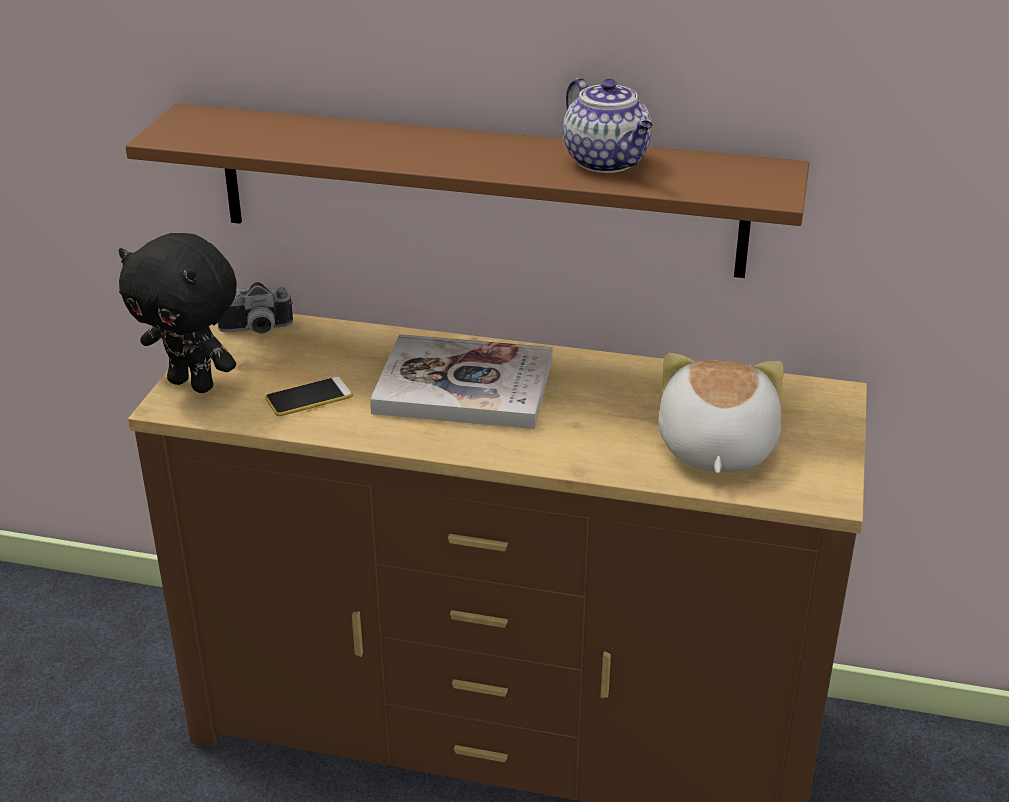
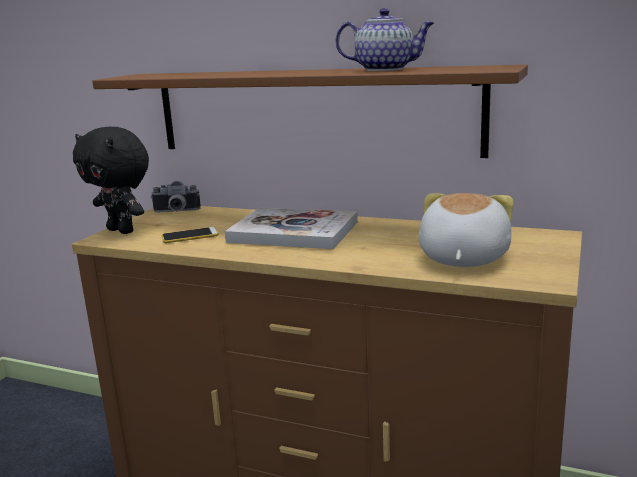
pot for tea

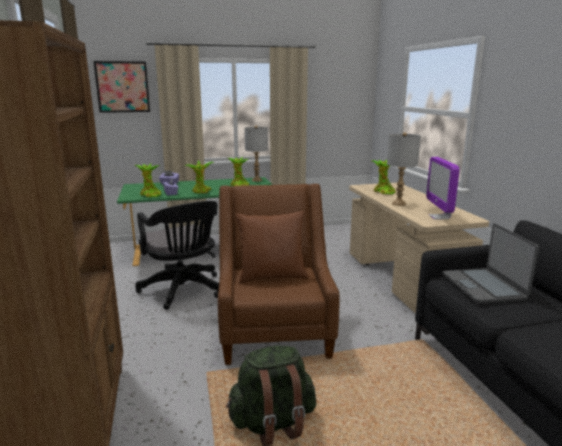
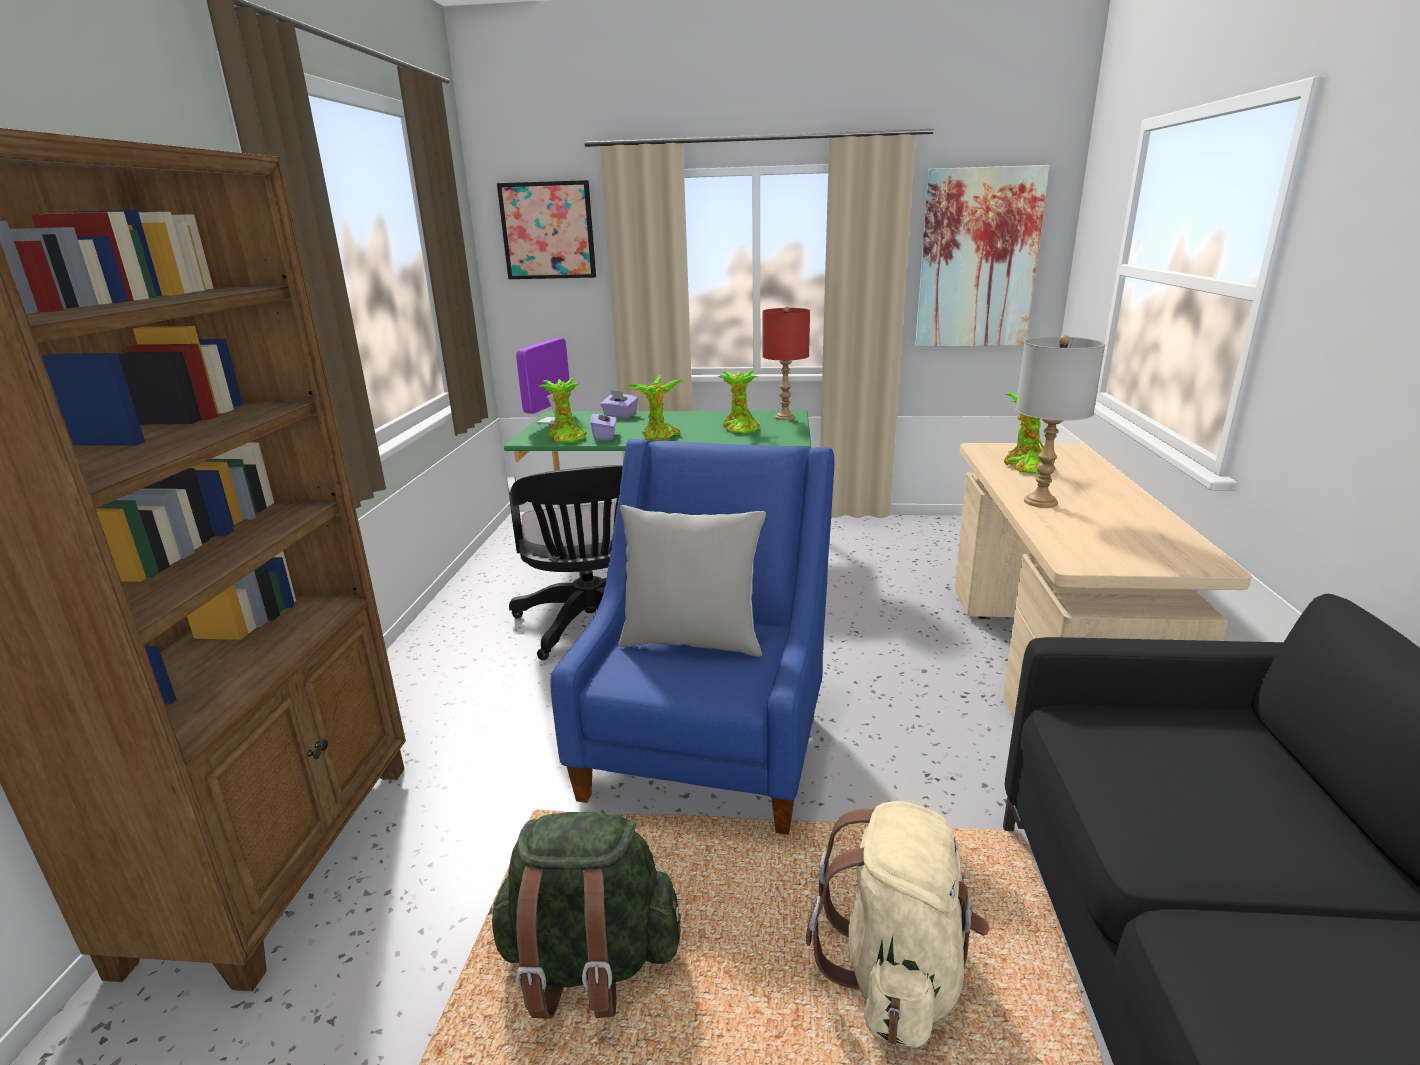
lamp for a table in red-coloured
monitor
armchair in blue-coloured
throw pillow in gray
laptop
wall art (no. 2 from left)
rucksack in beige-coloured

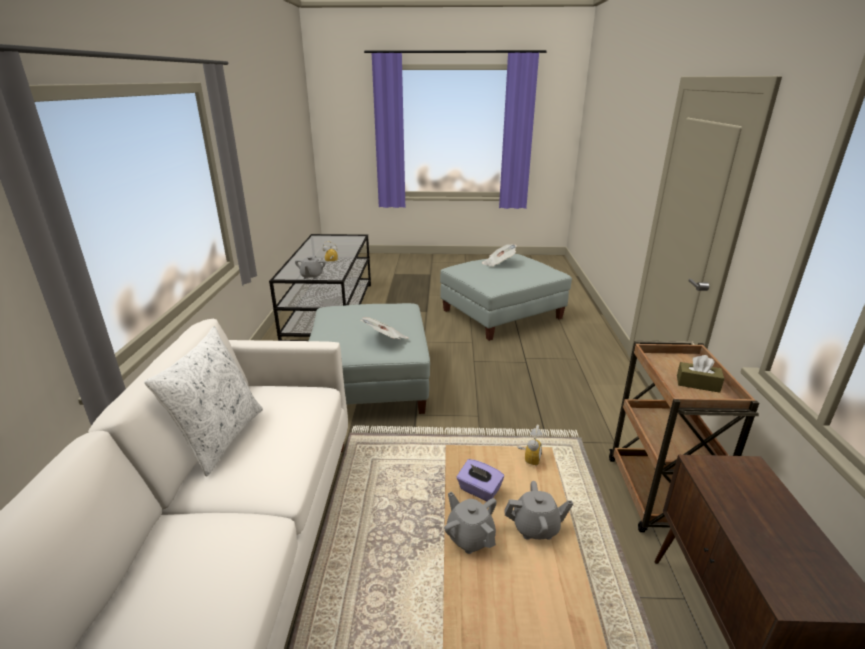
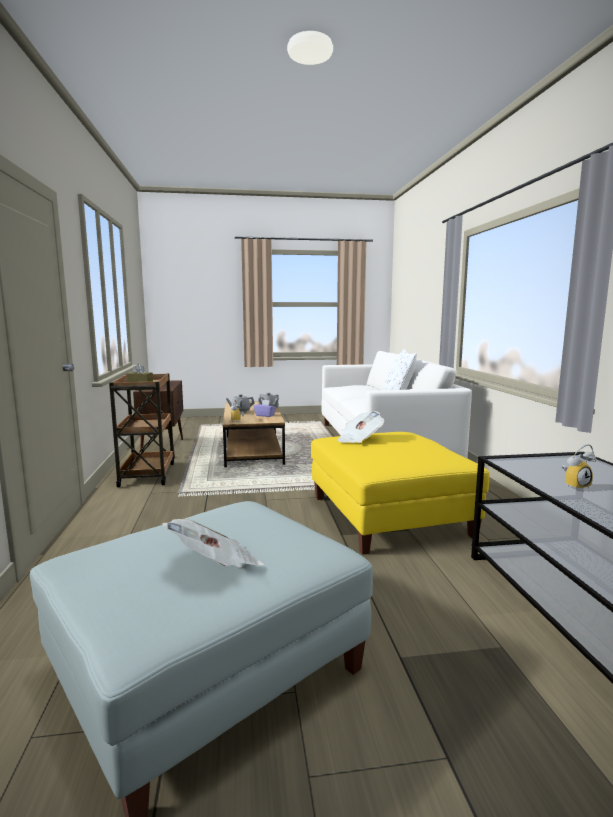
pot for tea in gray (no. 1 from left in the first image)
pouffe in yellow

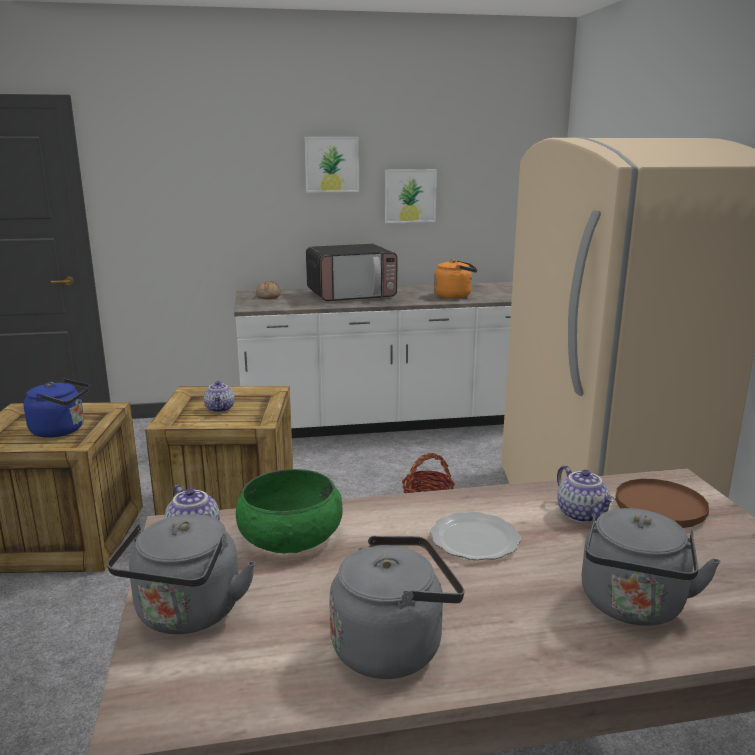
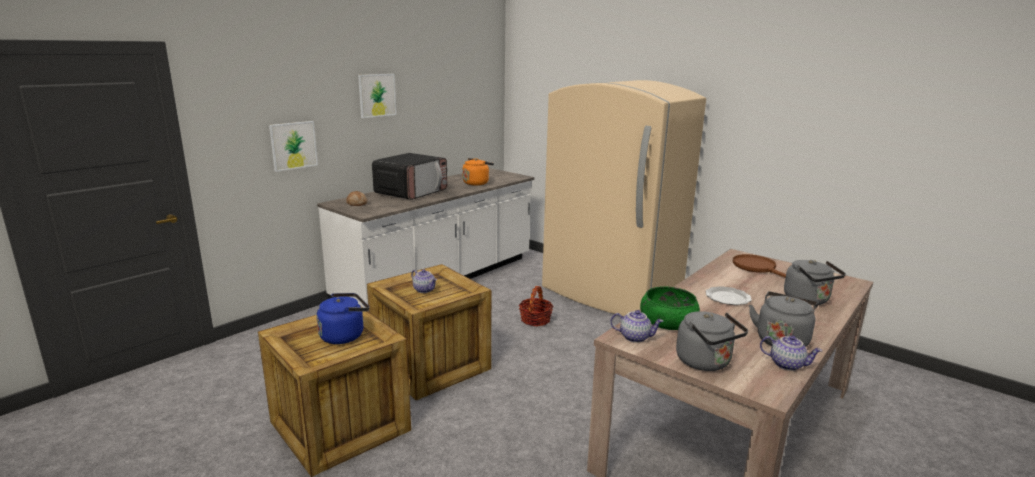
wall art (no. 1 from left)
pot for tea (no. 3 from left)

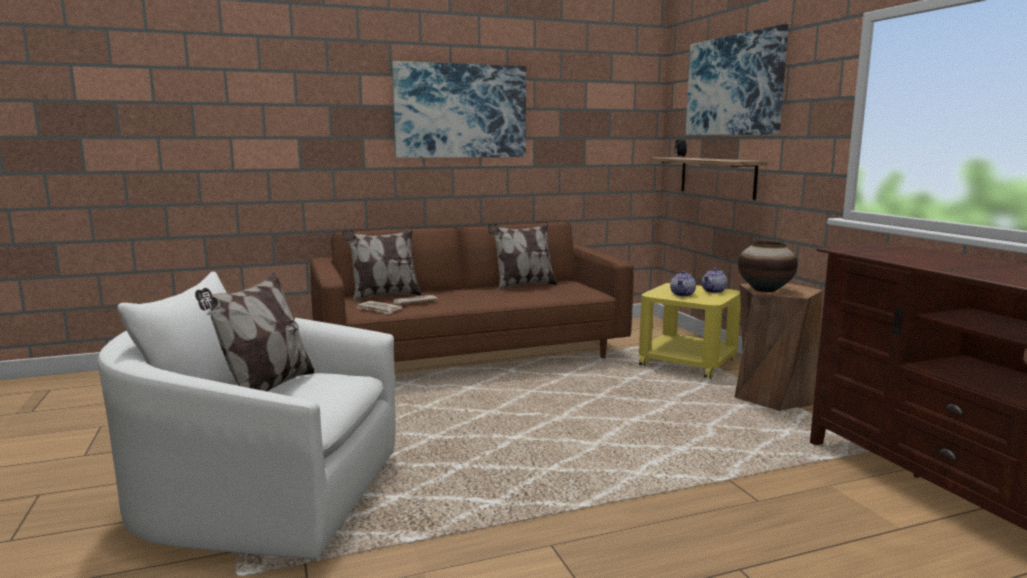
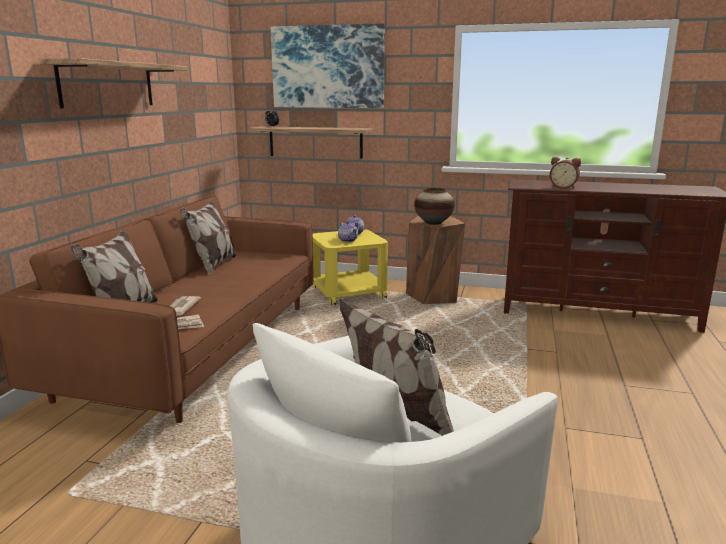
shelf (no. 1 from left)
bedside clock (no. 2 from left)

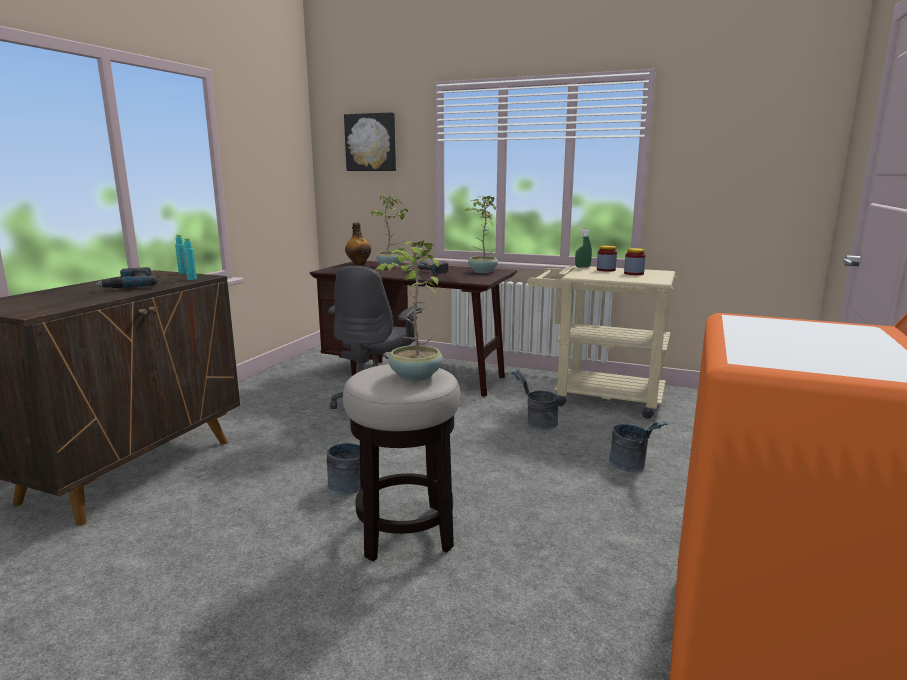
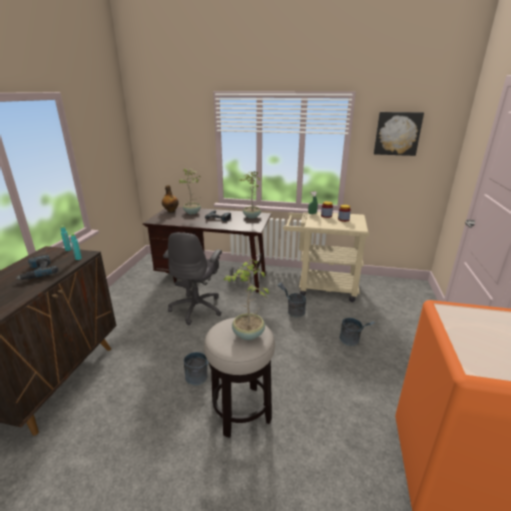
wall art

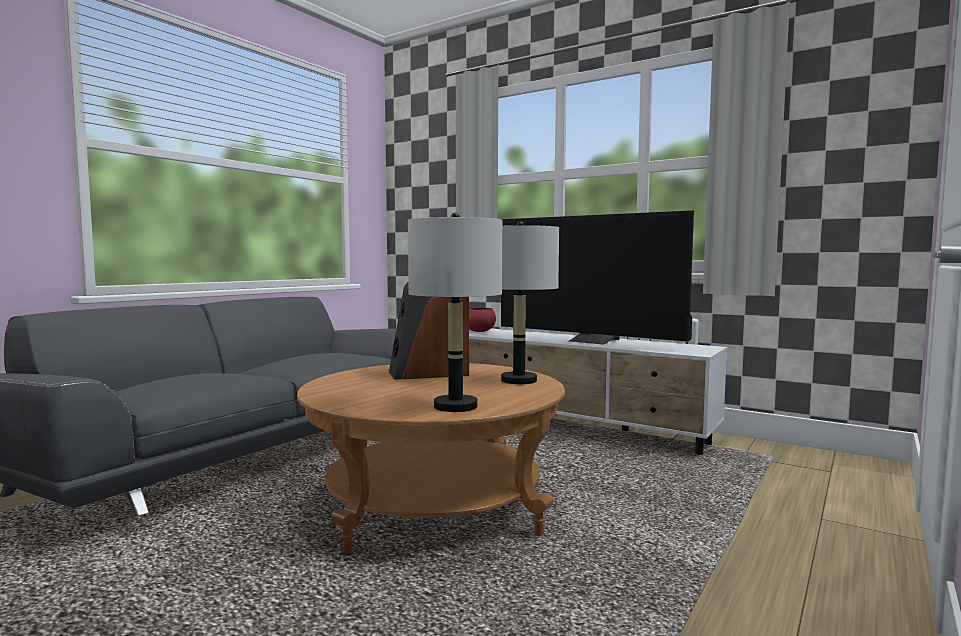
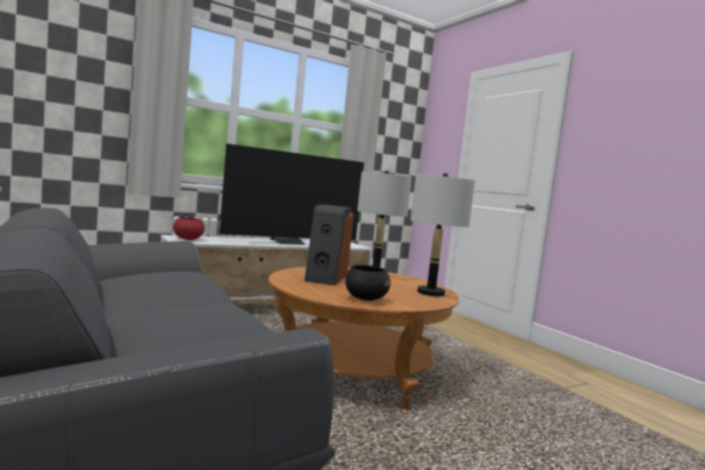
deep dish in black-coloured

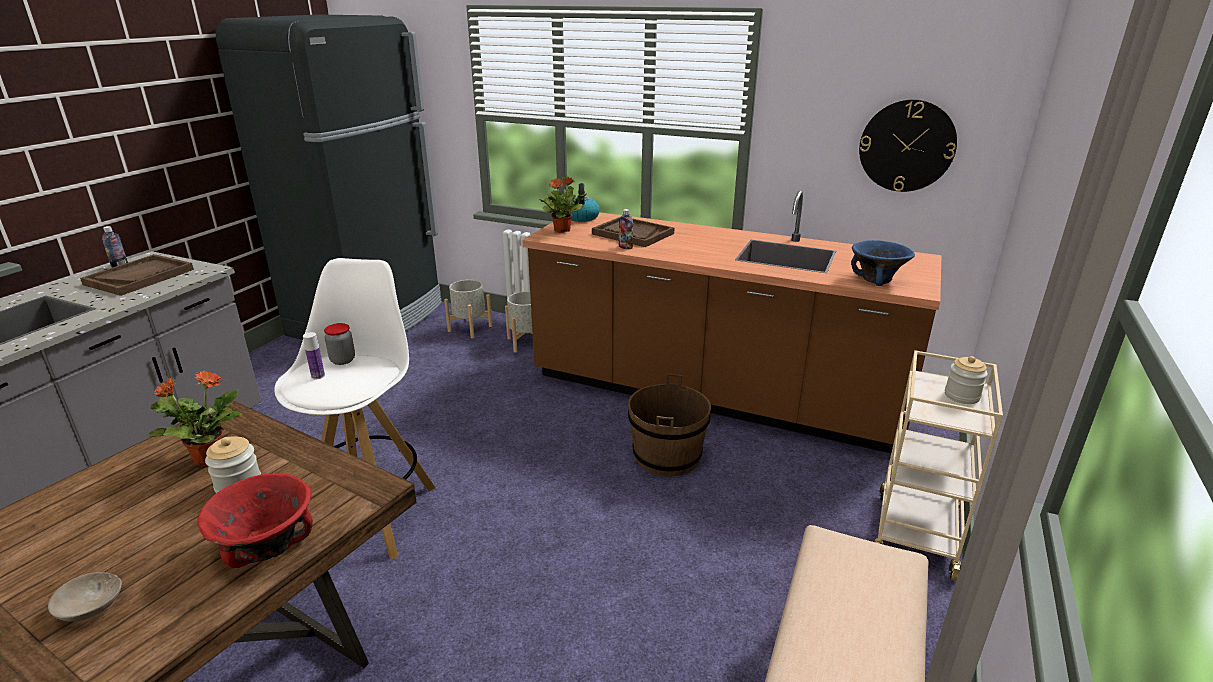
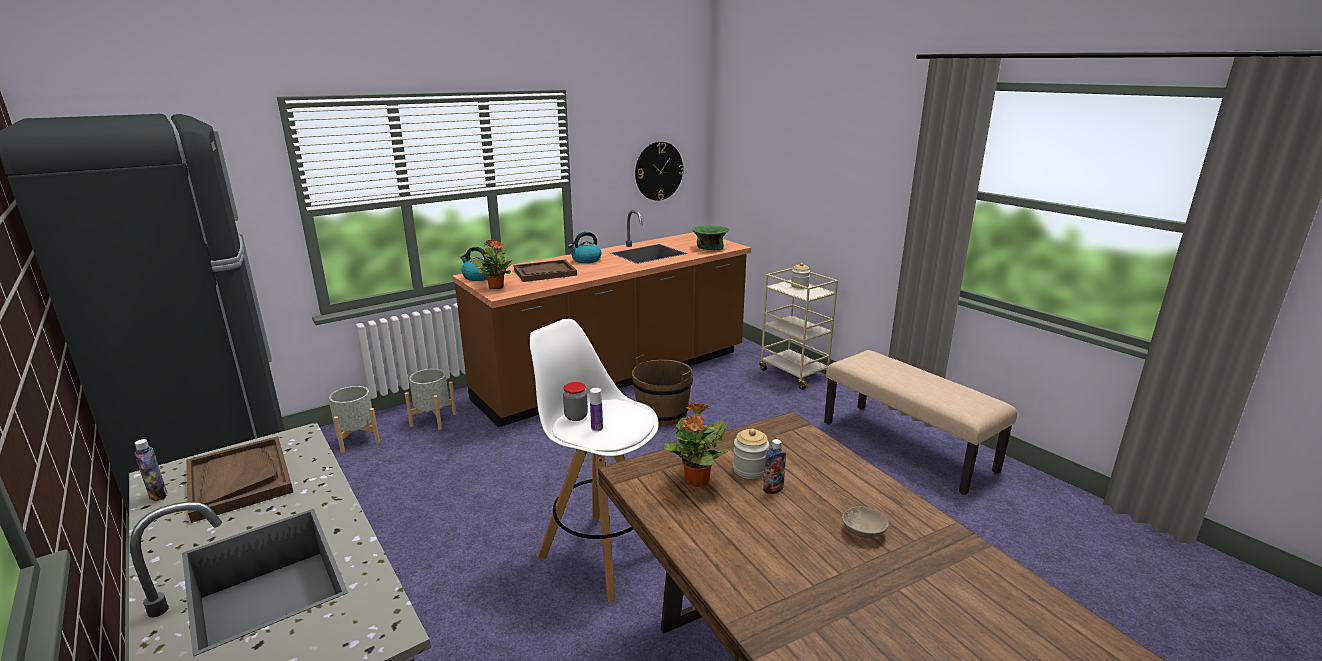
bottle (no. 3 from left)
deep dish in green-coloured
deep dish in red-coloured
water kettle (no. 2 from left)

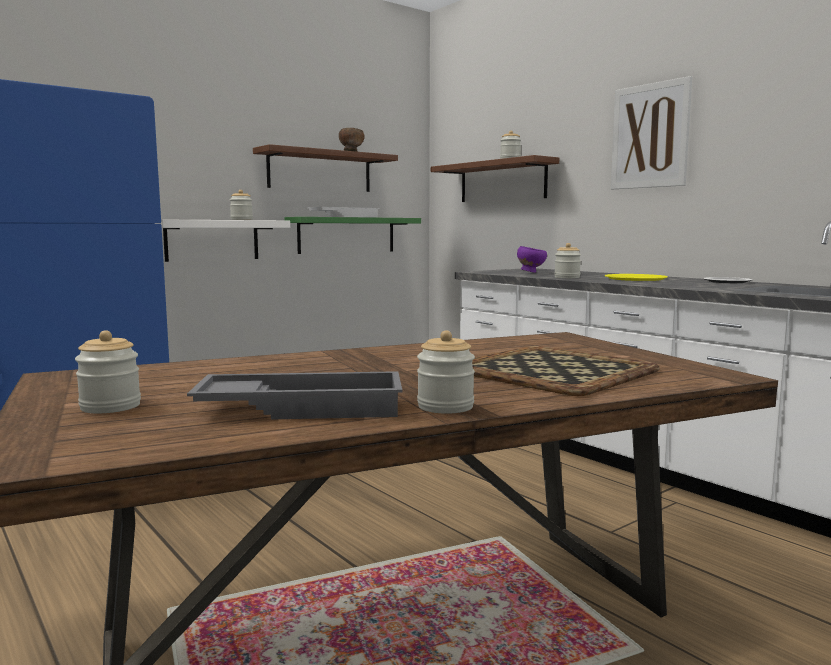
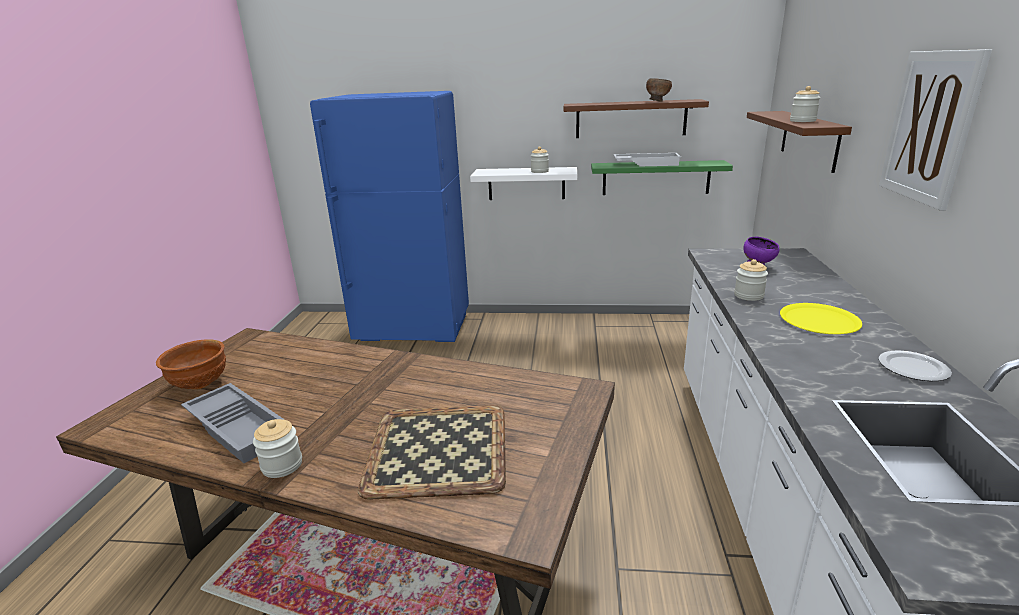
deep dish in brown (no. 1 from left)

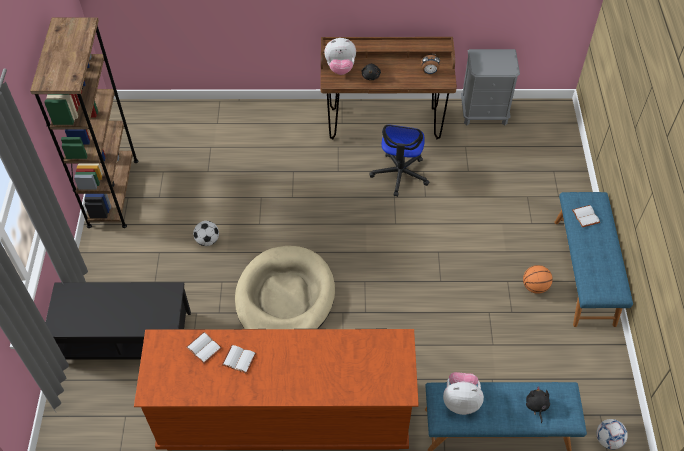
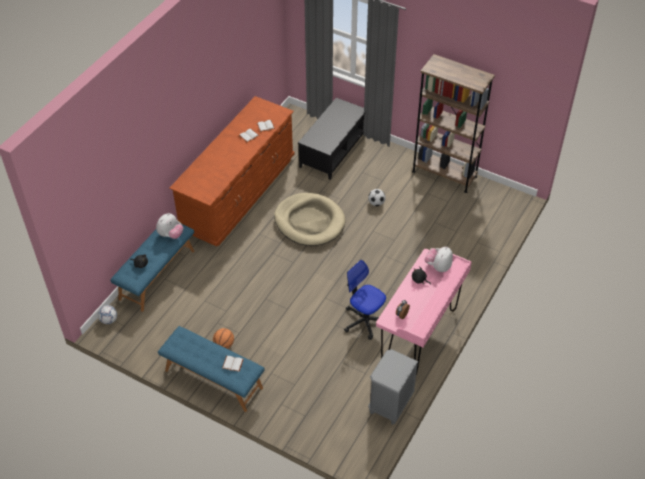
desk table in pink-coloured

